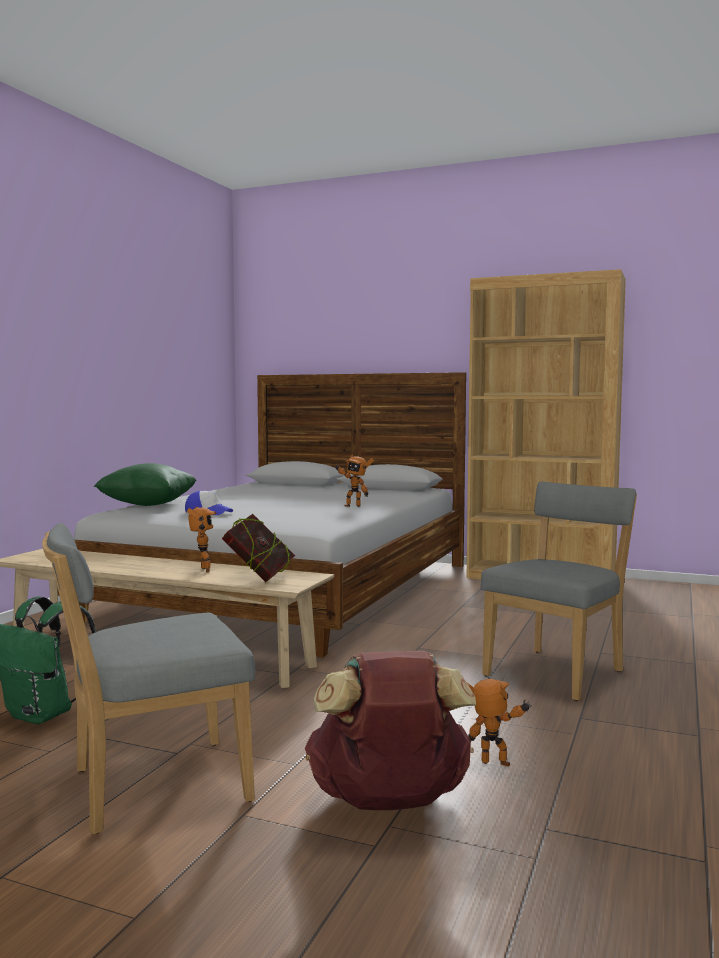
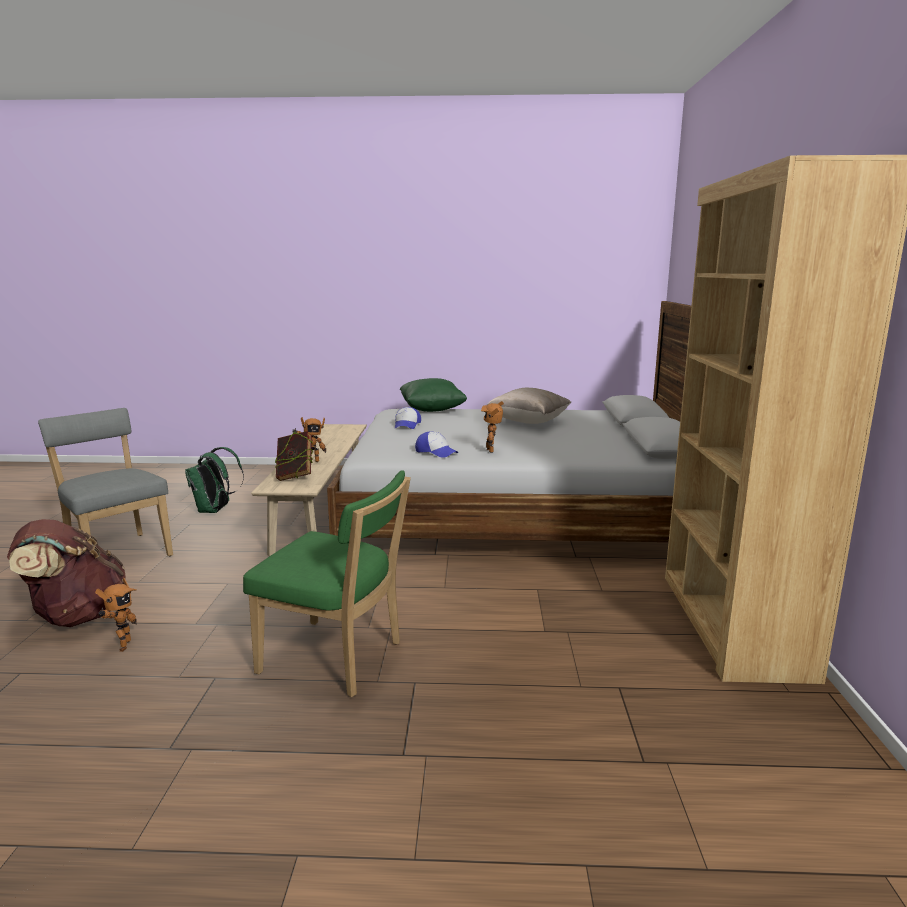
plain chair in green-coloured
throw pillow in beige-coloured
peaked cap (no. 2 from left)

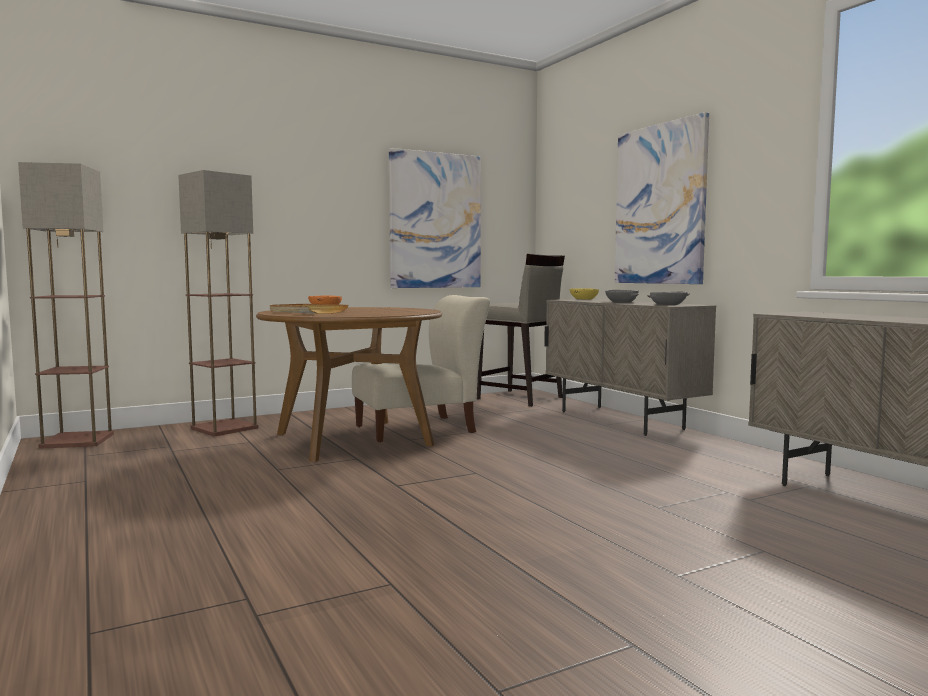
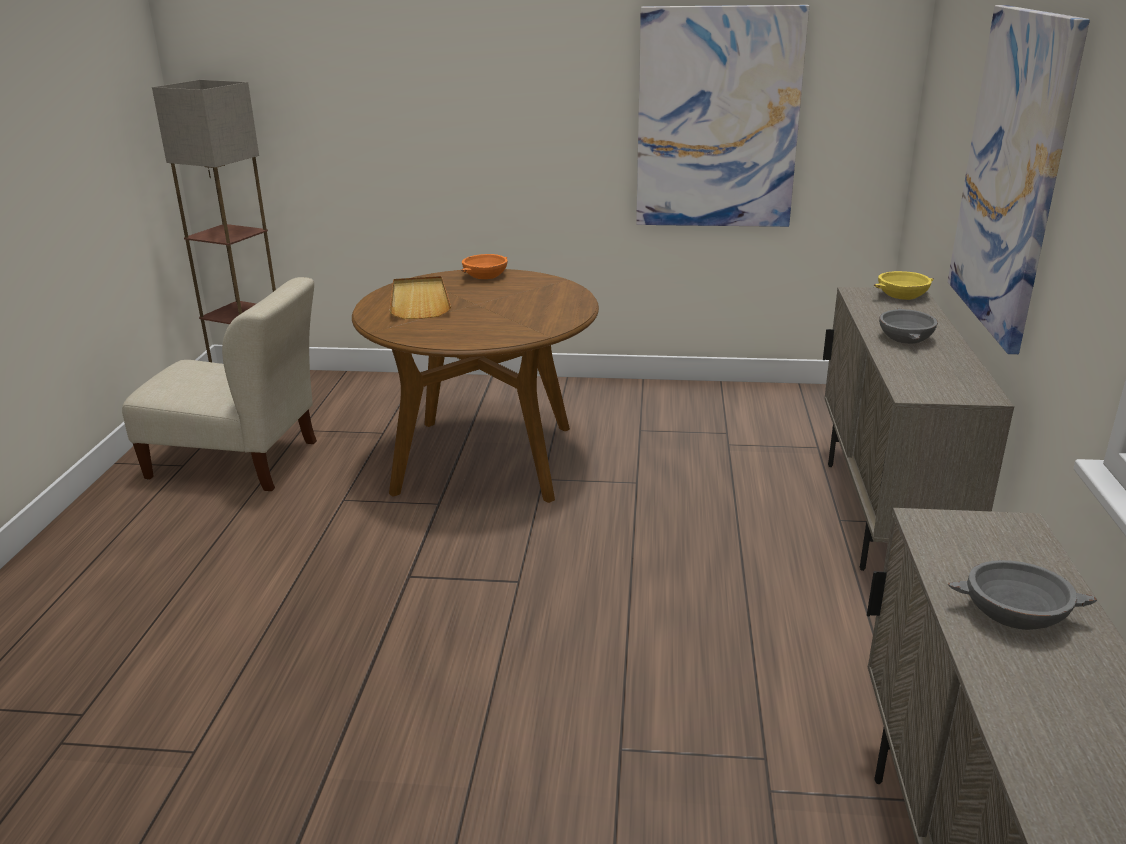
floor lamp (no. 2 from left in the first image)
stool in beige-coloured
deep dish in gray (no. 2 from left)
plain chair in beige-coloured

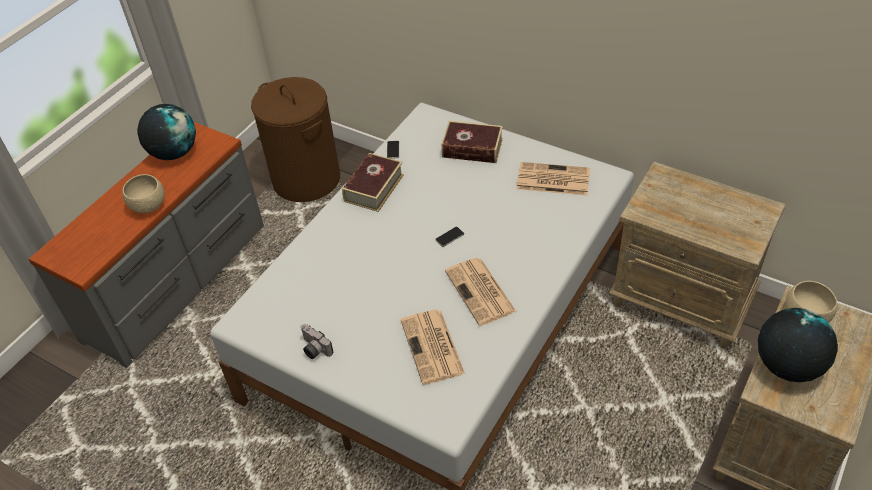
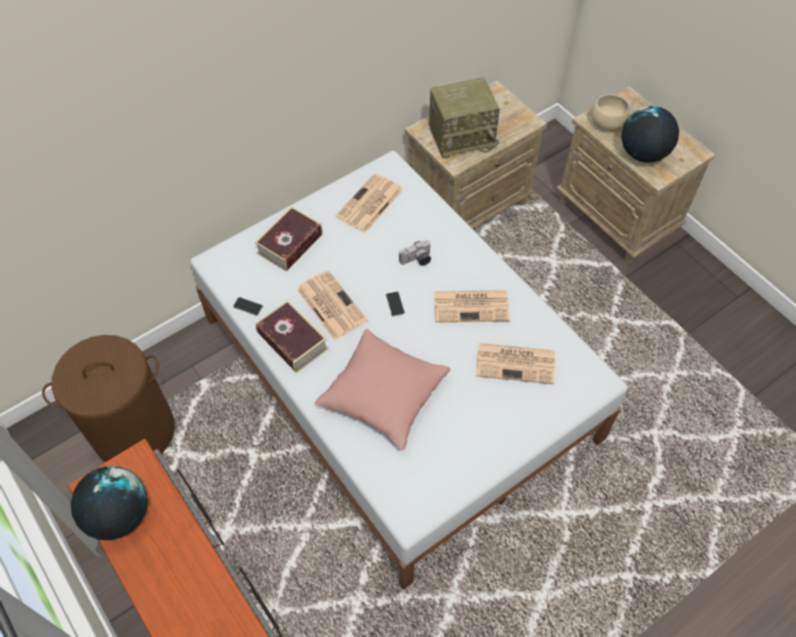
deep dish in beige-coloured (no. 1 from left in the first image)
photo camera
radio set
newspaper (no. 1 from left)
throw pillow in pink-coloured

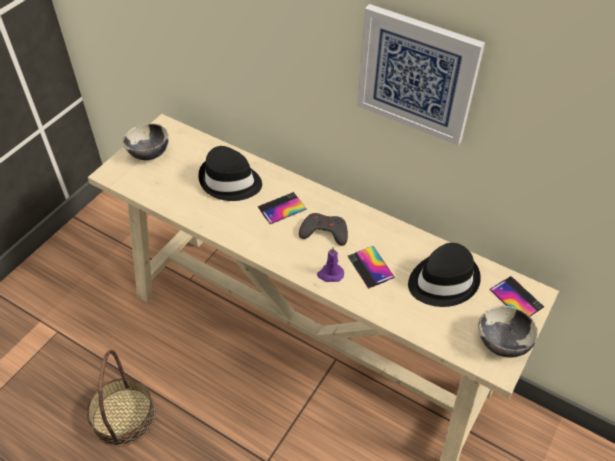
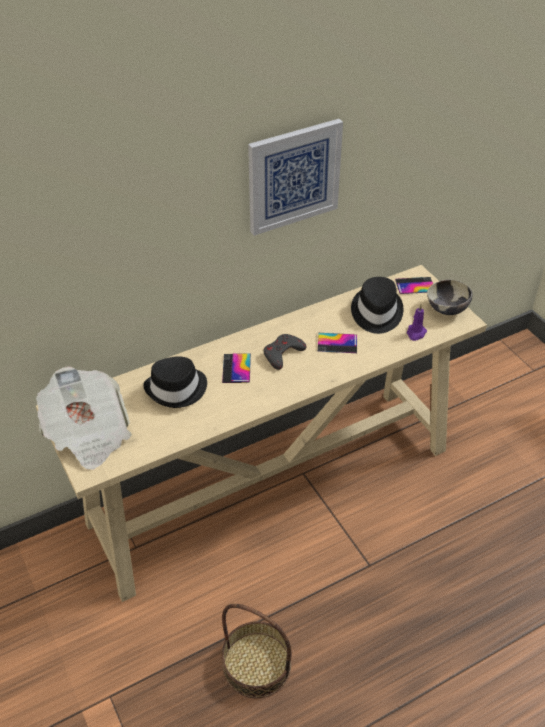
newspaper
wax light in purple

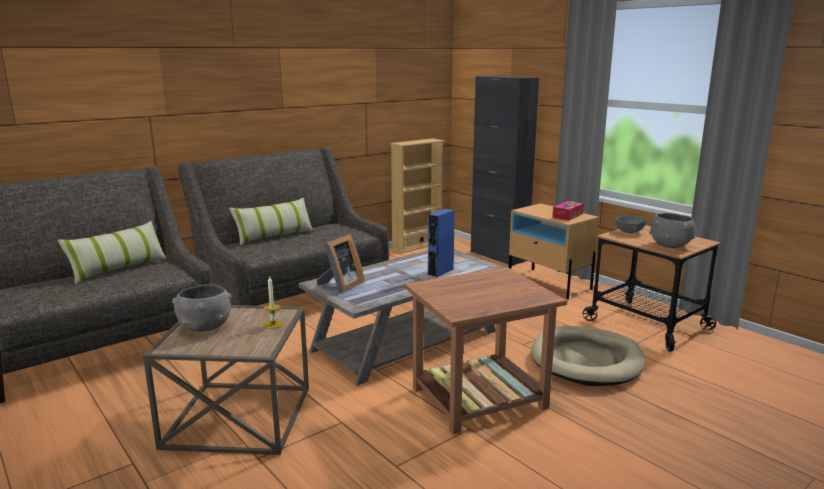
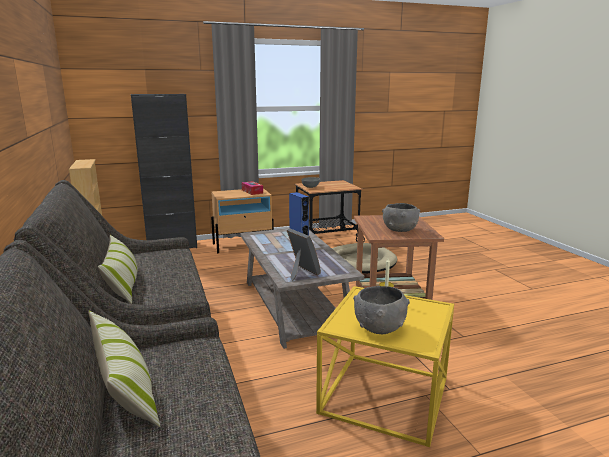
deep dish in gray (no. 3 from left)
side table in yellow

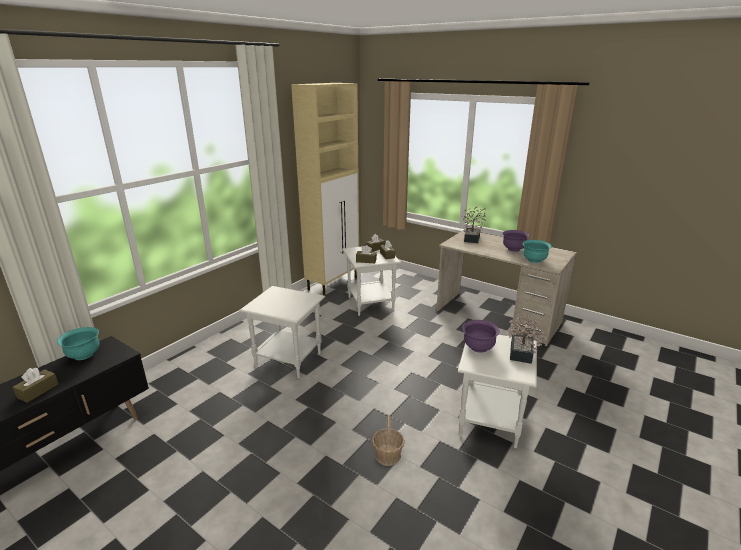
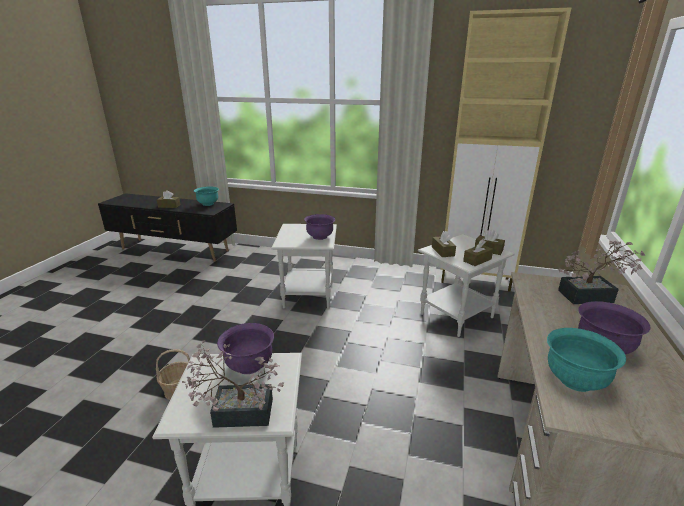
deep dish in purple (no. 2 from left)

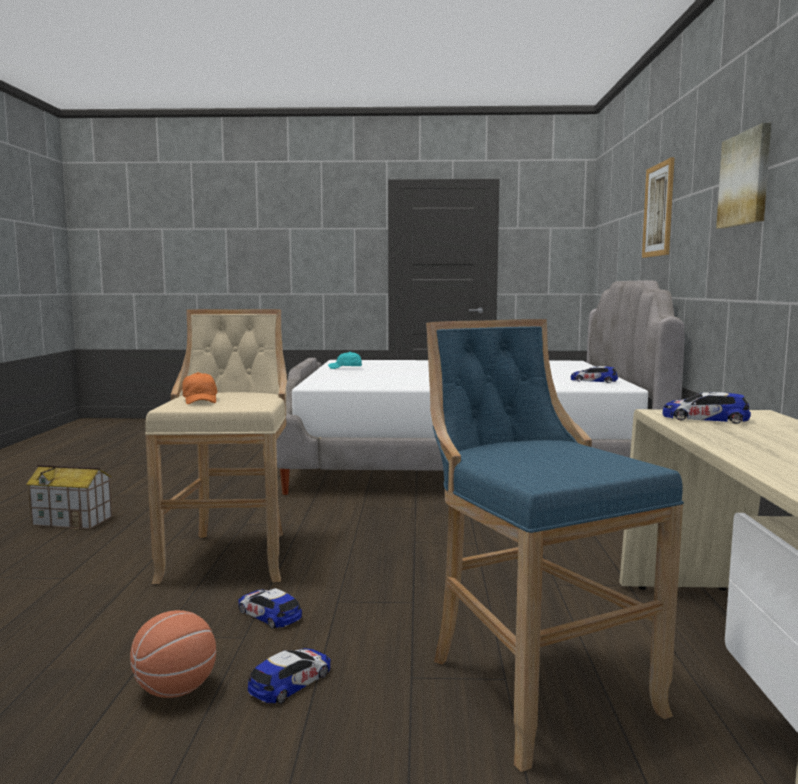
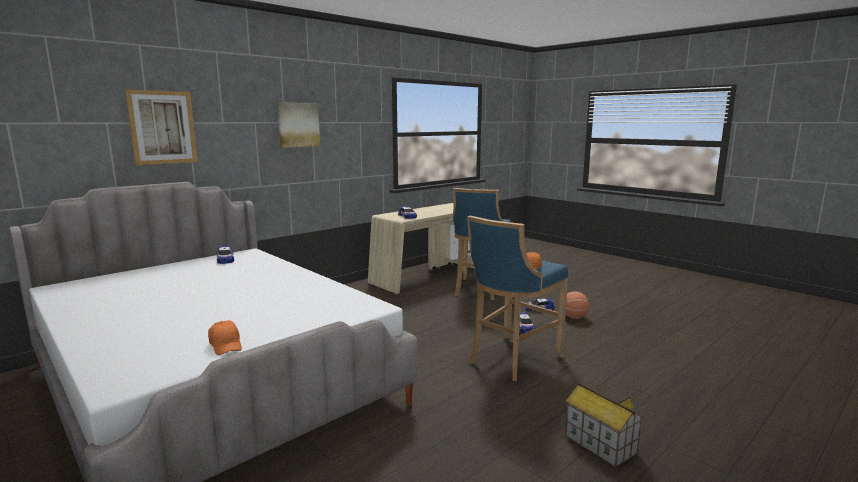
stool in blue-coloured (no. 2 from left)
peaked cap in orangey (no. 1 from left)

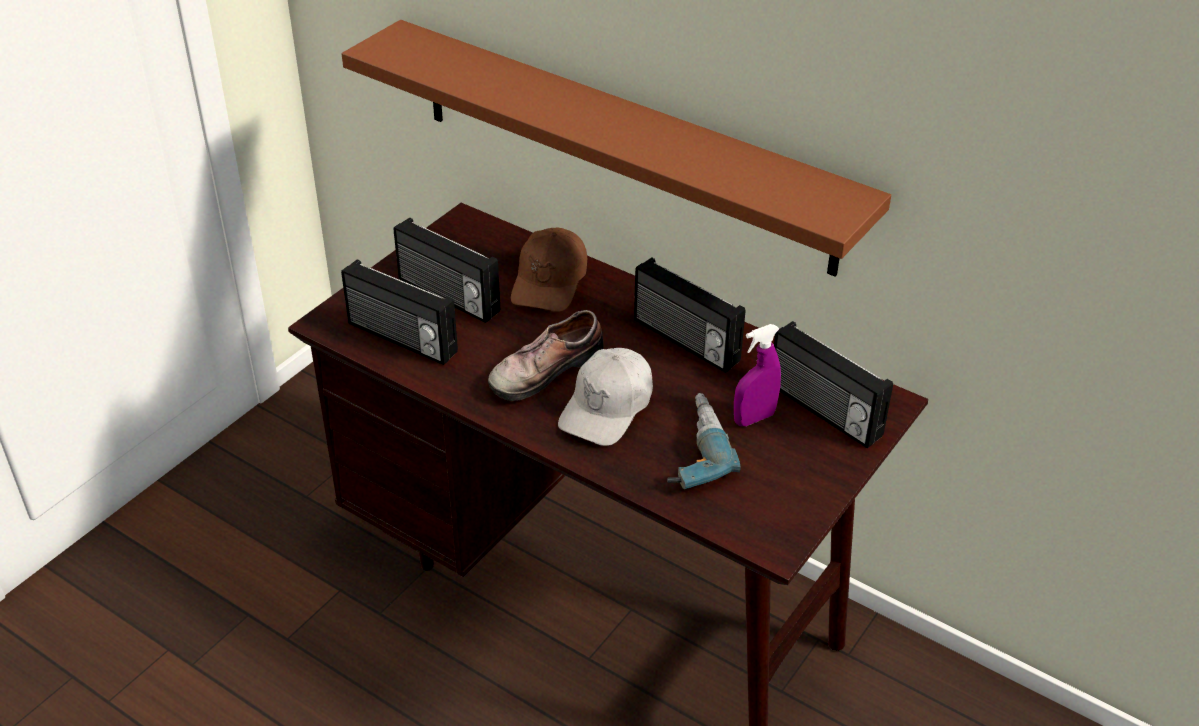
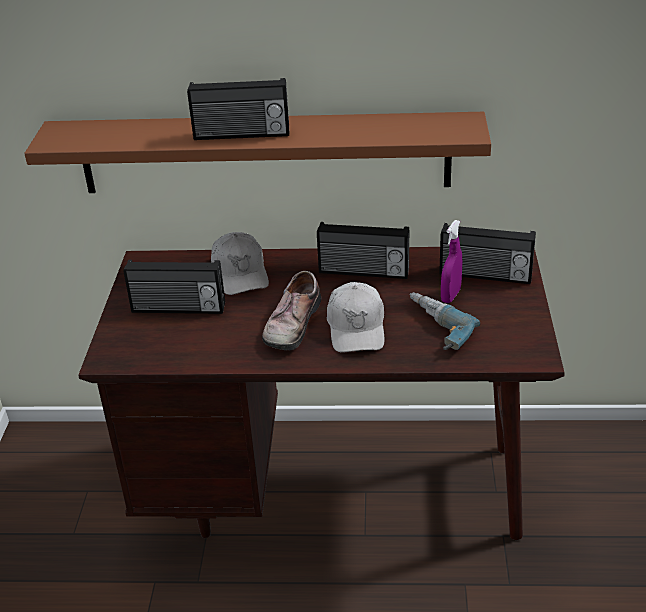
peaked cap in white (no. 1 from left)
radio set (no. 2 from left)

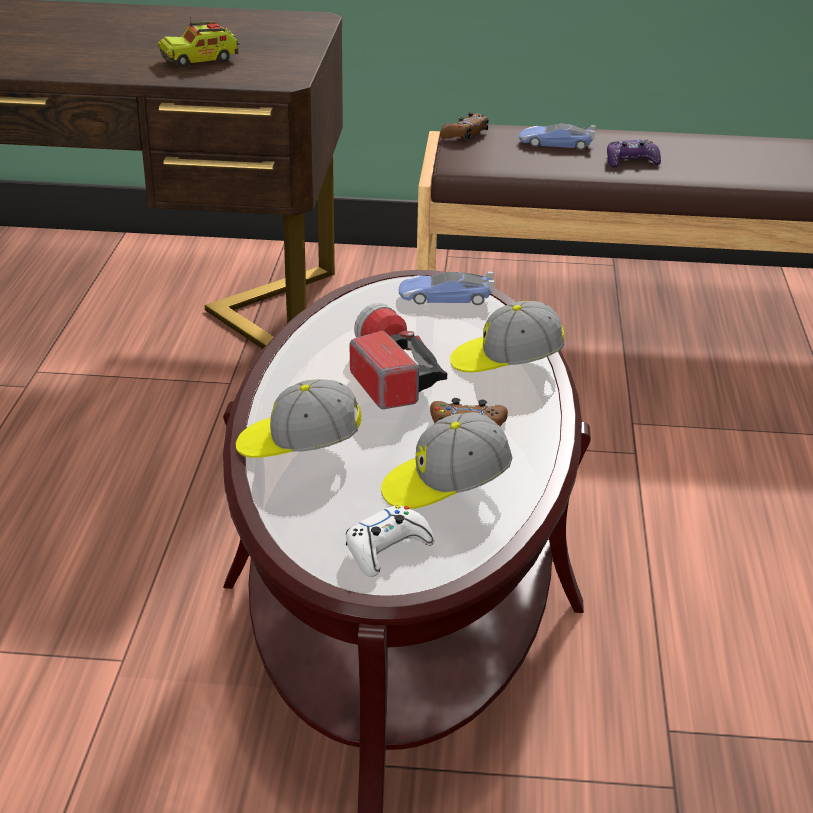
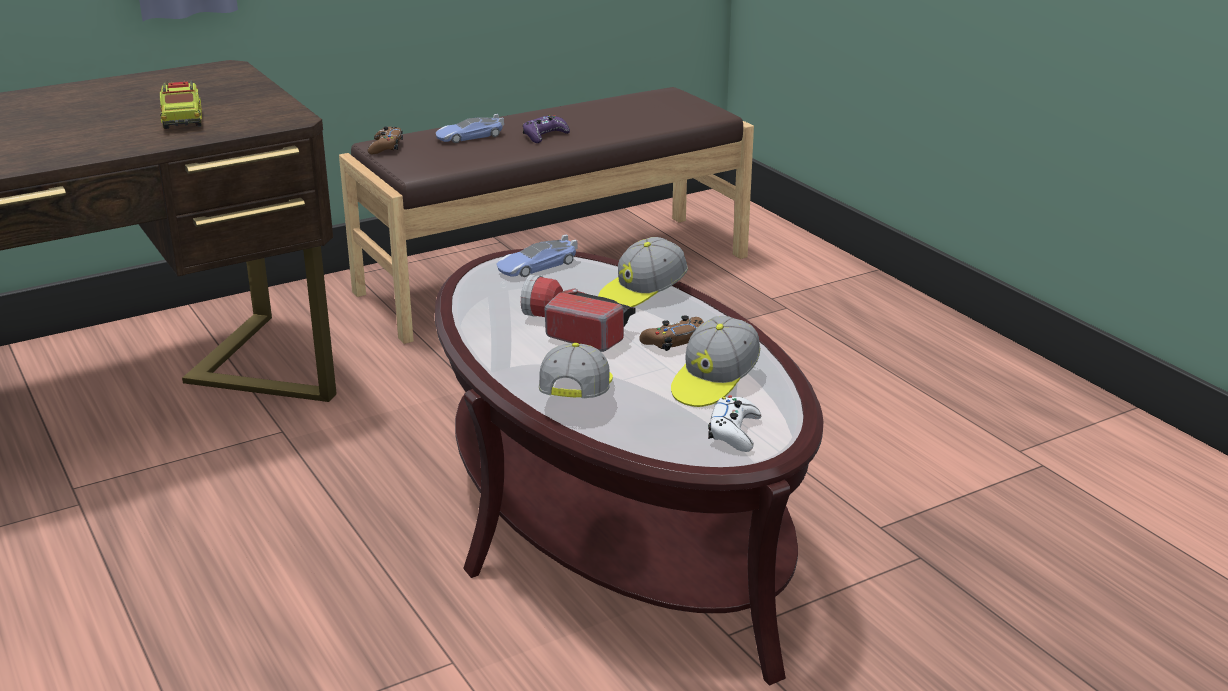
model truck
peaked cap (no. 1 from left)

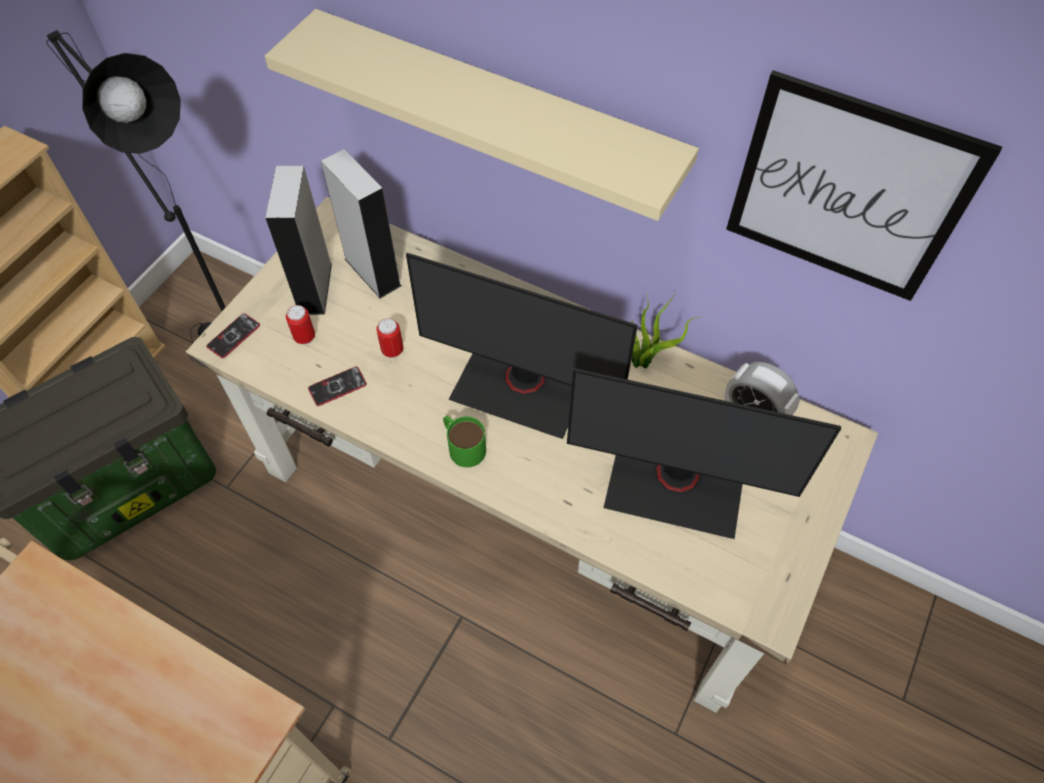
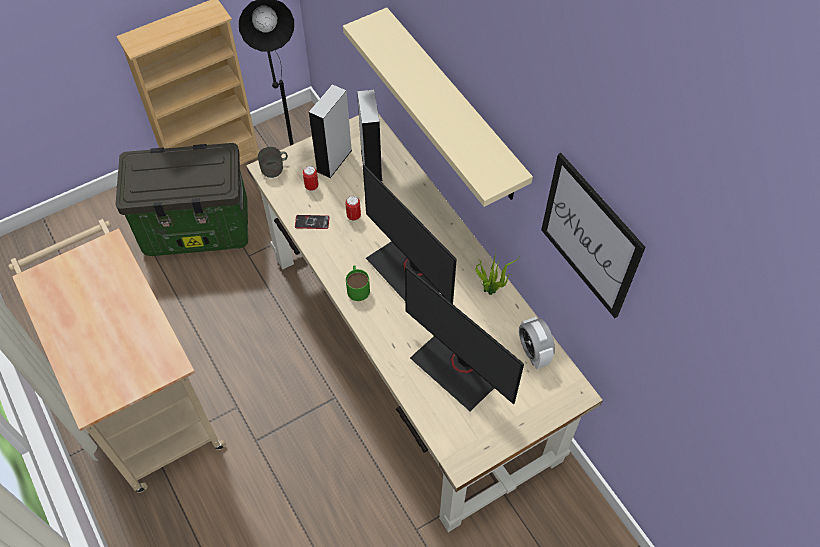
tea mug in gray

